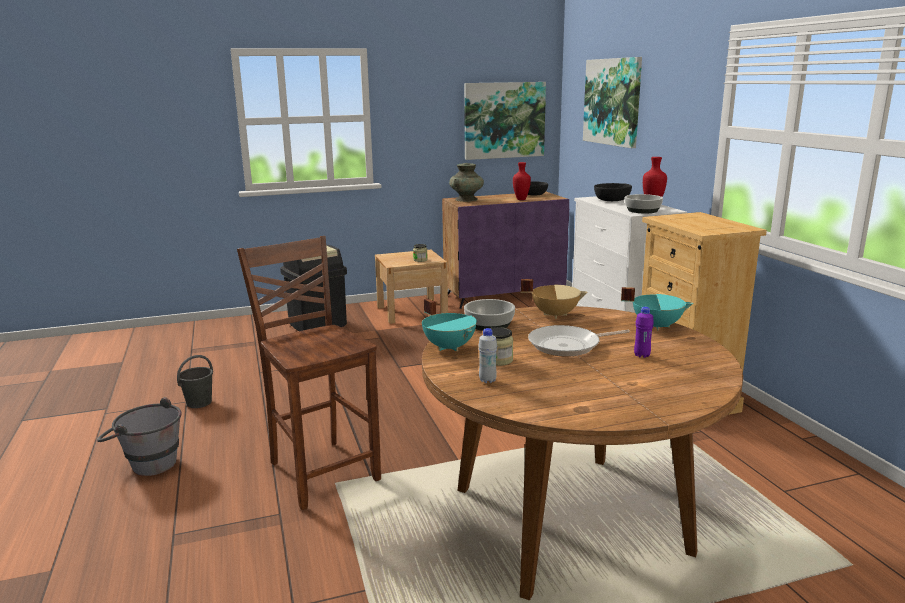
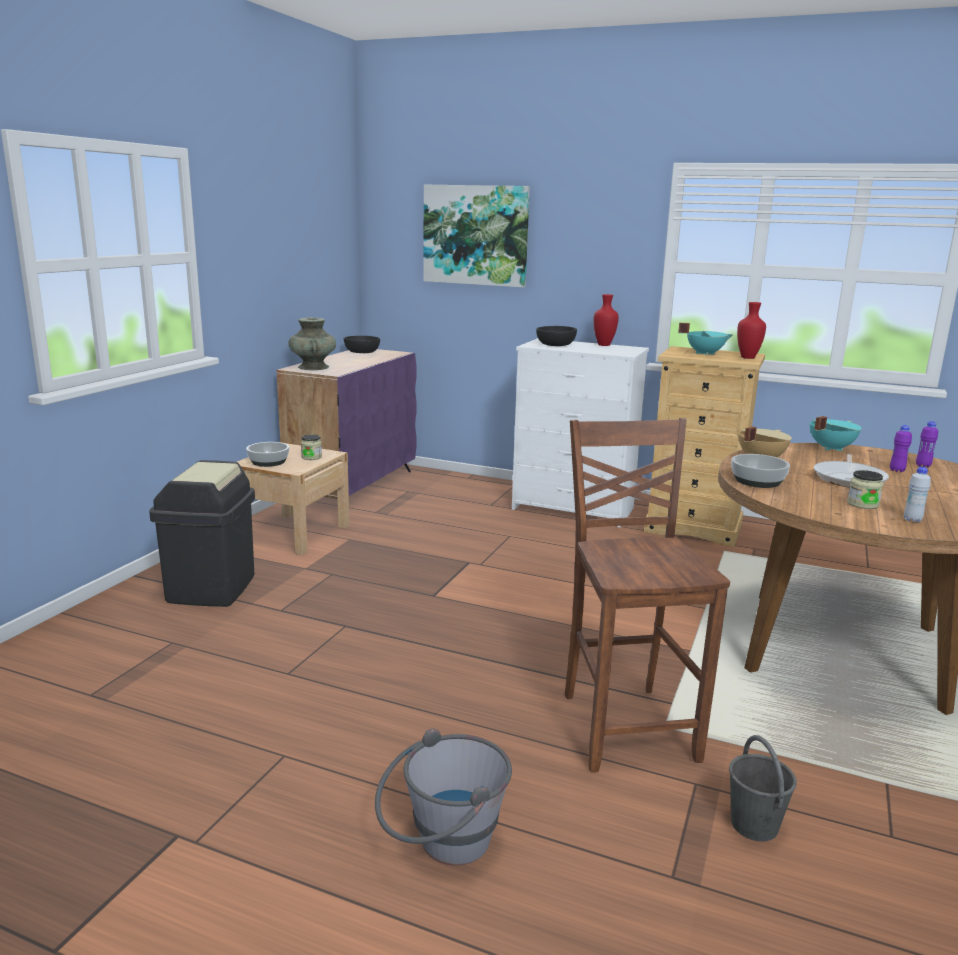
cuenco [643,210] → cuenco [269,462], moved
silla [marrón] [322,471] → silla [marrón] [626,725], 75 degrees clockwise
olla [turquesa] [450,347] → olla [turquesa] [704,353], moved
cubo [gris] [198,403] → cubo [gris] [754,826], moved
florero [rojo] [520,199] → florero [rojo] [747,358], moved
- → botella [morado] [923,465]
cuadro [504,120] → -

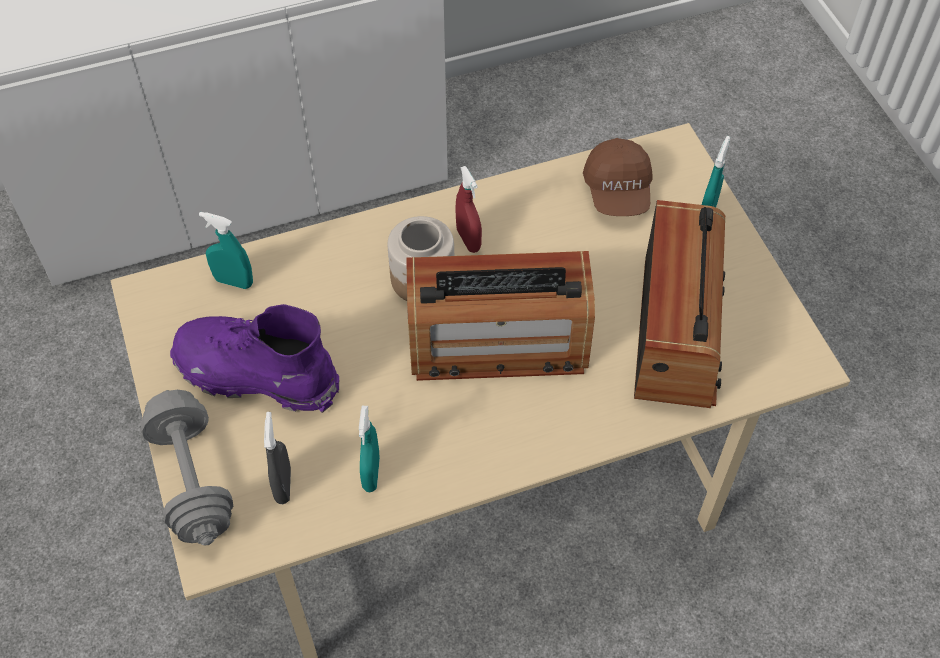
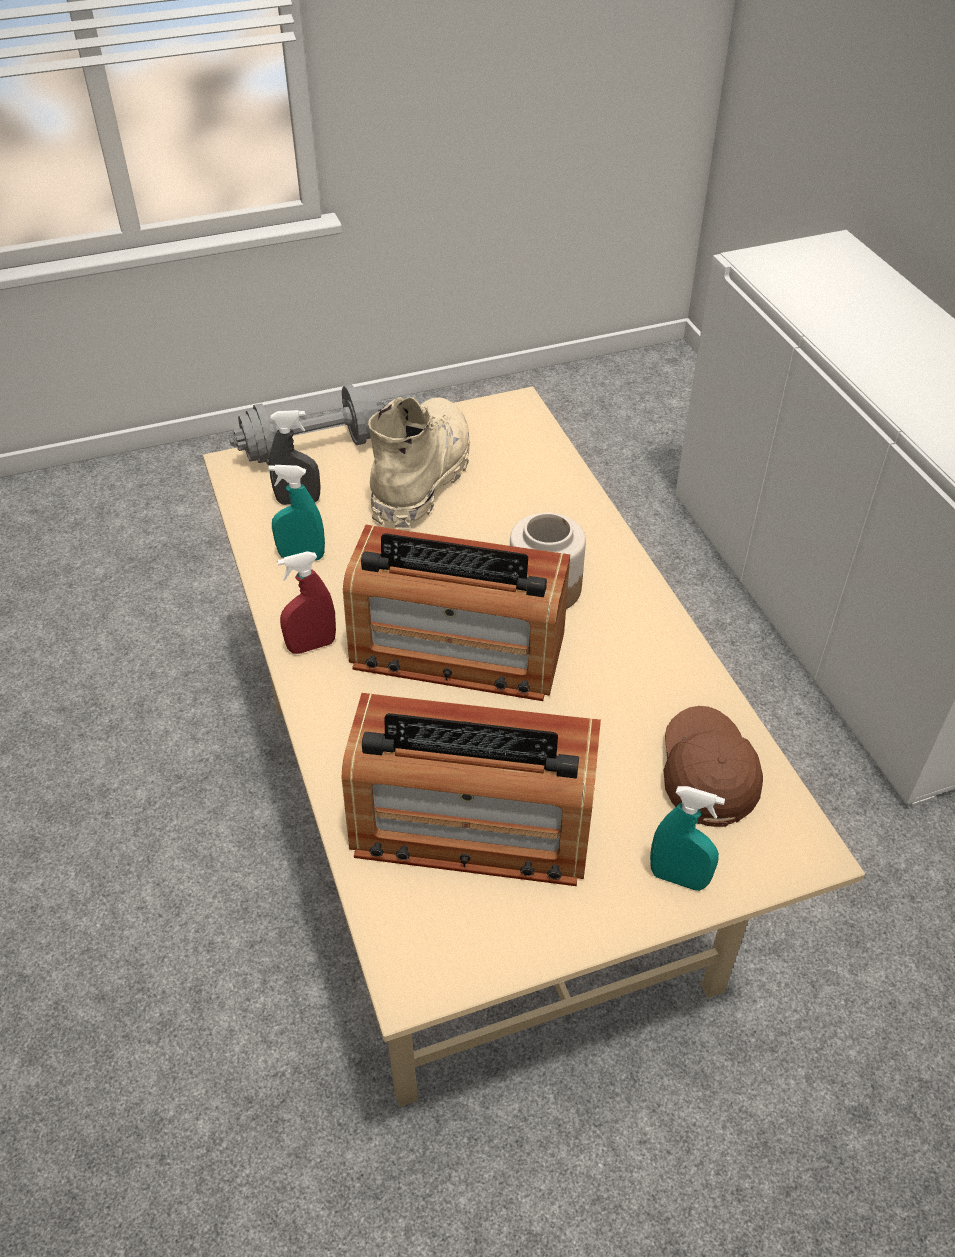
pulverizador [rojo] [468,240] → pulverizador [rojo] [311,645], moved
radio [497,342] → radio [457,650], 75 degrees counterclockwise
bota [morado] [257,375] → bota [beis] [422,478]
gorra [marrón] [618,191] → gorra [marrón] [706,775], 90 degrees clockwise
pulverizador [turquesa] [234,281] → -

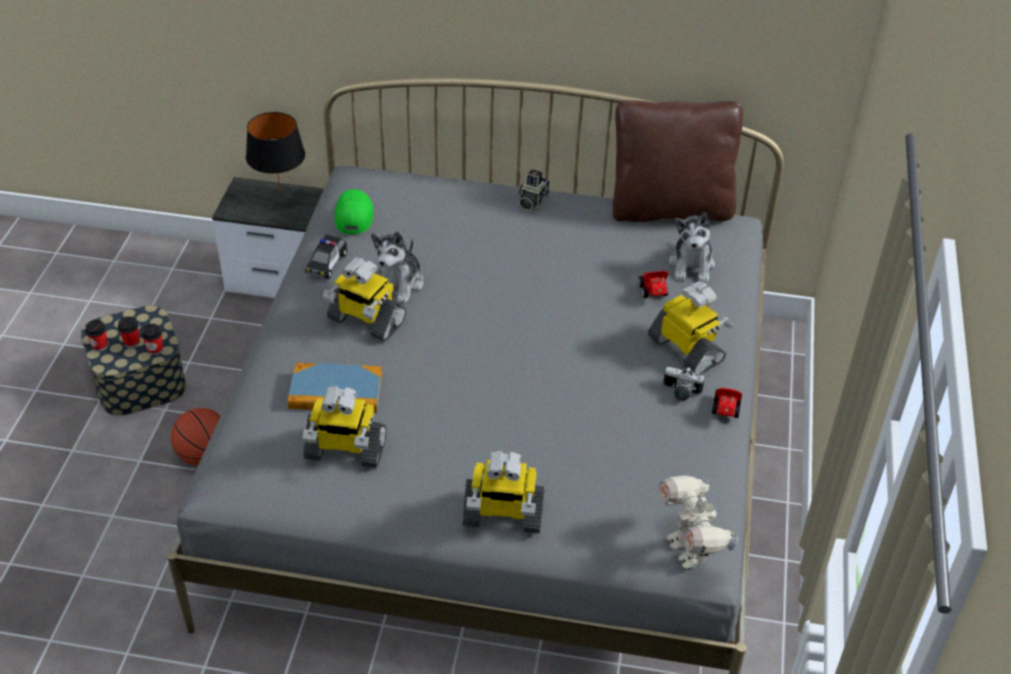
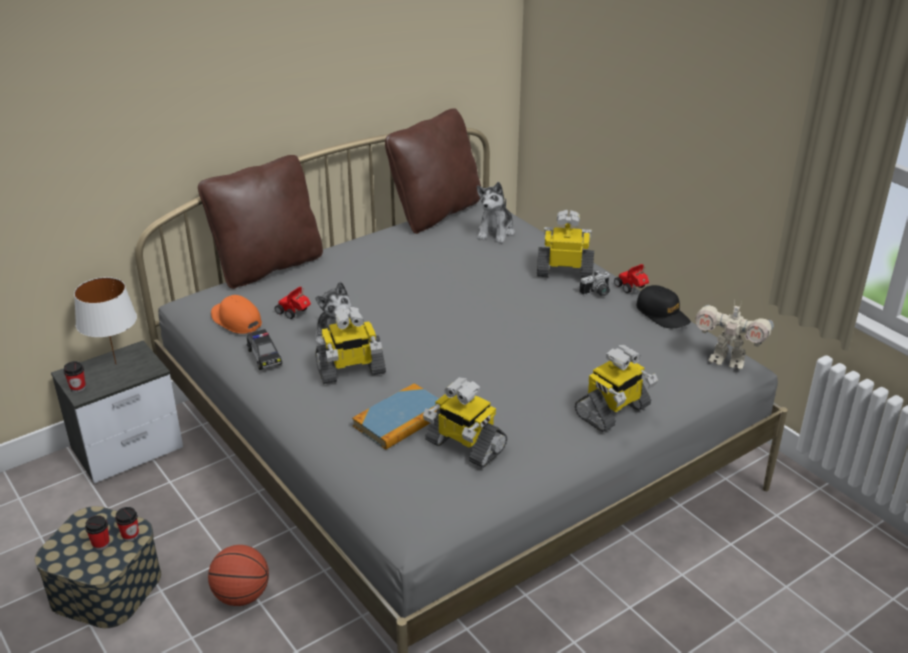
taza [100,346] → taza [78,388], moved
lámpara de mesa [negro] [280,197] → lámpara de mesa [blanco] [115,363]
- → cojín [marrón] [268,266]
gorra [verde] [354,215] → gorra [naranja] [236,320]
coche de juguete [653,294] → coche de juguete [295,313], moved
robot de juguete [344,450] → robot de juguete [464,445], 75 degrees clockwise
peluche [691,265] → peluche [496,232], 60 degrees clockwise
- → gorra [negro] [662,314]
cámara [531,200] → -

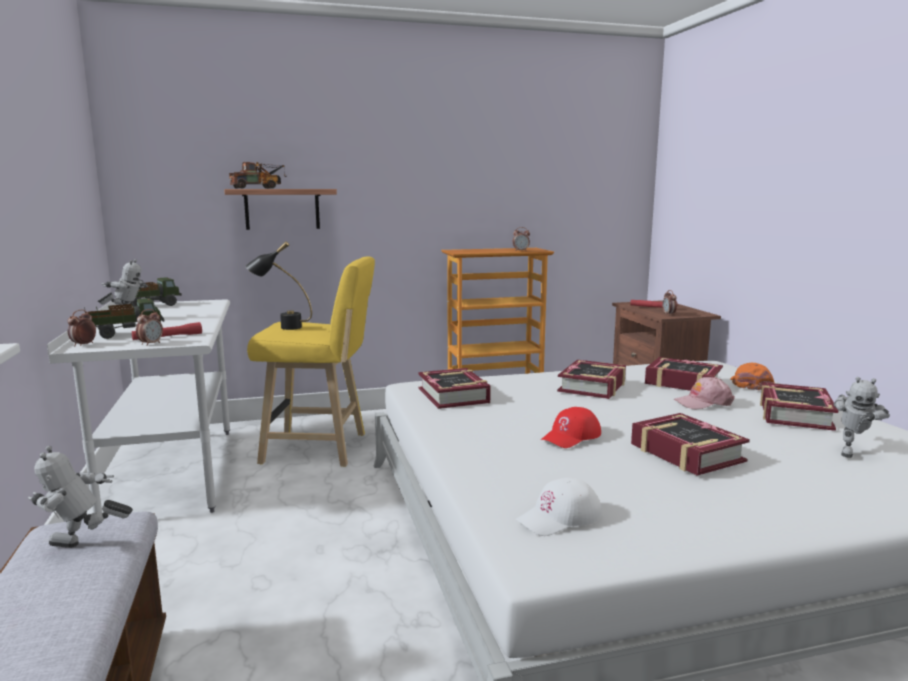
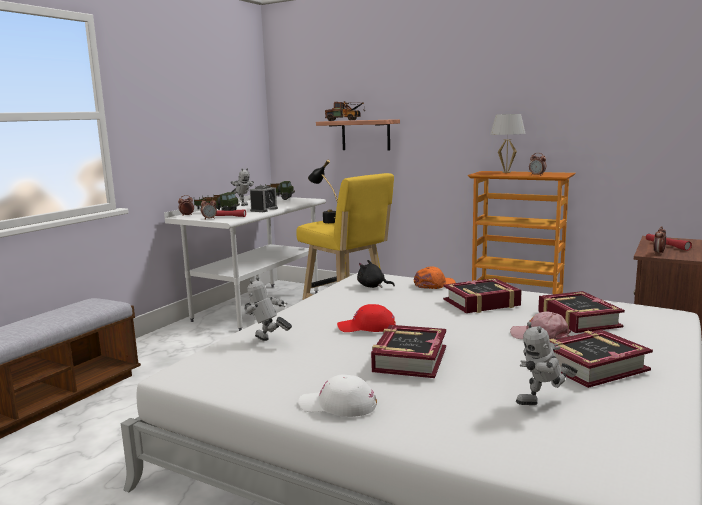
robot de juguete [83,547] → robot de juguete [268,342], moved
- → despertador [264,210]
gorra [blanco] [559,517] → gorra [blanco] [338,405], moved
libro [454,396] → peluche [negro] [372,286]
gorra [naranja] [750,384] → gorra [naranja] [434,285], moved
- → lámpara de mesa [blanco] [506,172]

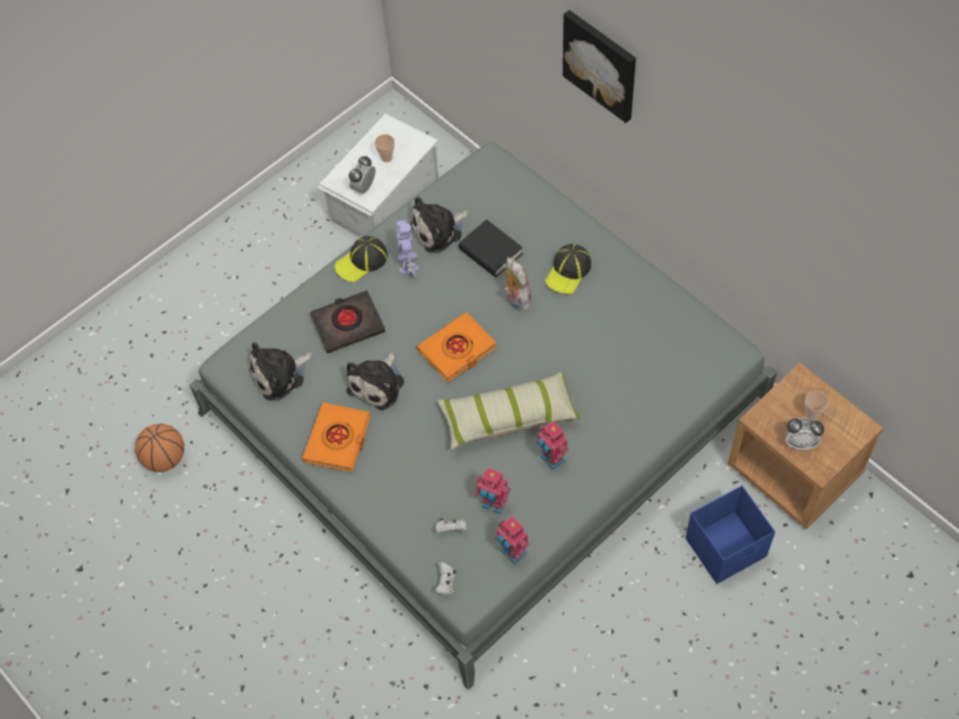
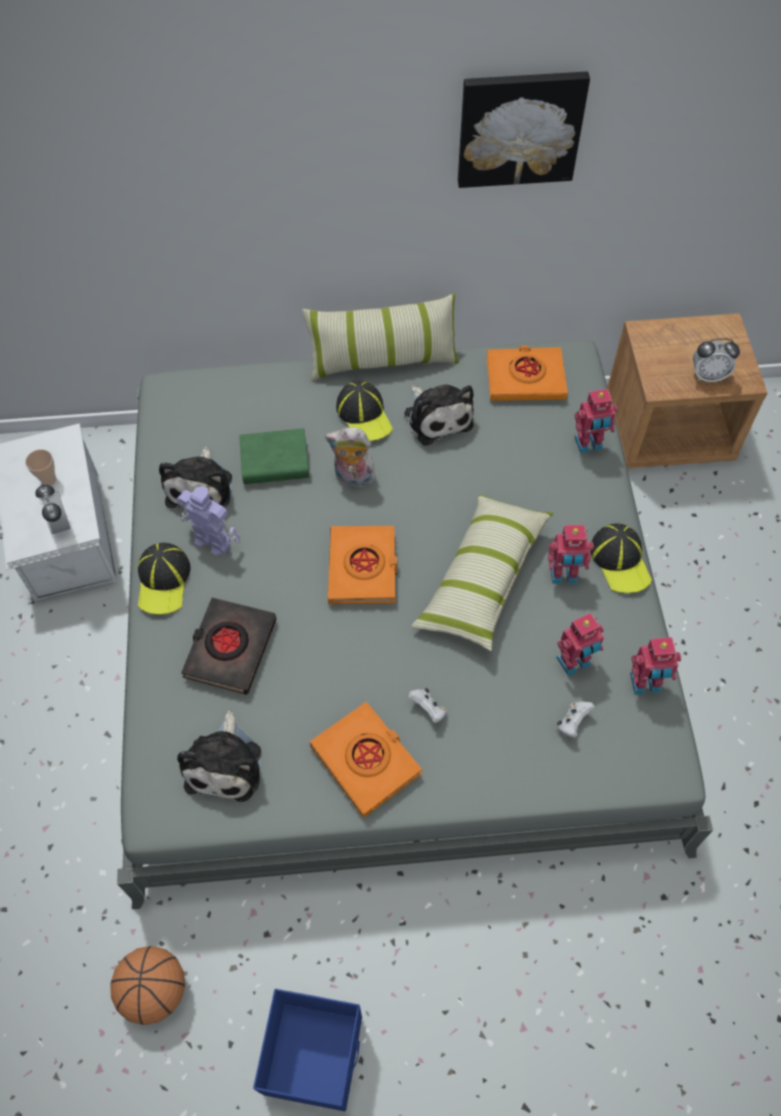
libro [negro] [490,252] → libro [verde] [275,461]
caja de almacenaje [azul] [727,547] → caja de almacenaje [azul] [315,1054], moved
- → cojín [382,360]
peluche [378,384] → peluche [437,417], moved
mando de consola [blanco] [446,583] → mando de consola [blanco] [428,709], moved
cuadro [601,64] → cuadro [519,127], moved
- → libro [naranja] [525,378]
- → robot de juguete [589,444]
- → gorra [620,561]
despertador [800,442] → despertador [708,376], 45 degrees clockwise
taza [812,414] → -

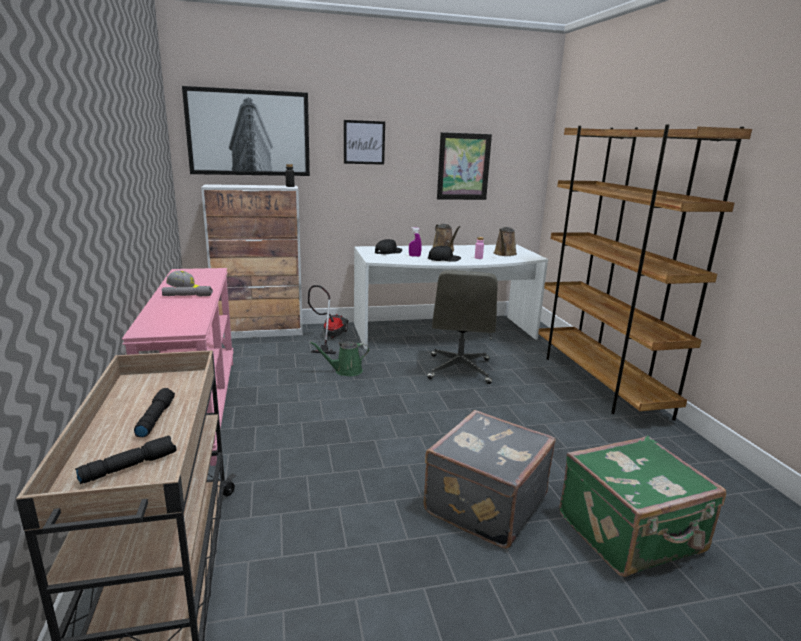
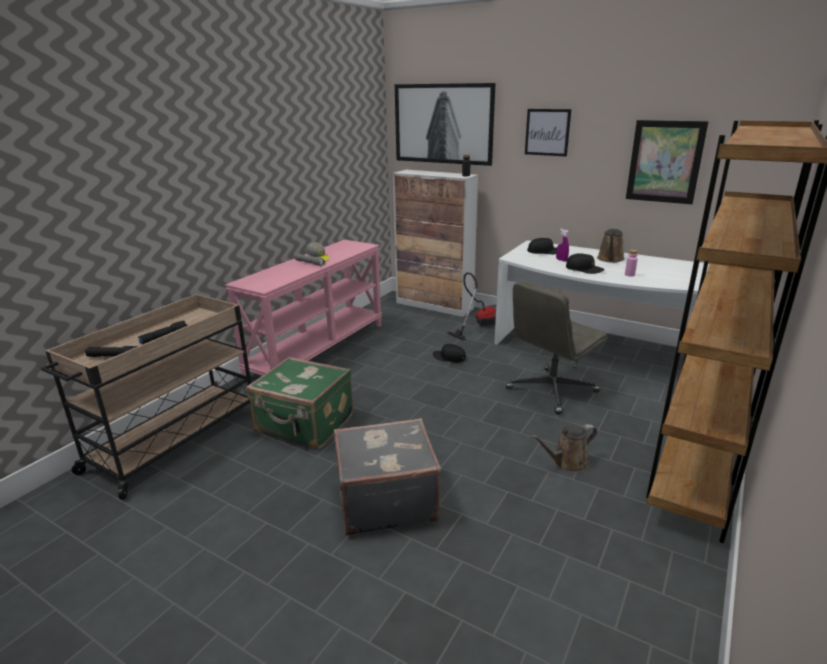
maleta [verde] [632,534] → maleta [verde] [305,425], moved
regadera [verde] [345,371] → gorra [negro] [449,357]
regadera [marrón] [504,254] → regadera [marrón] [567,462], moved

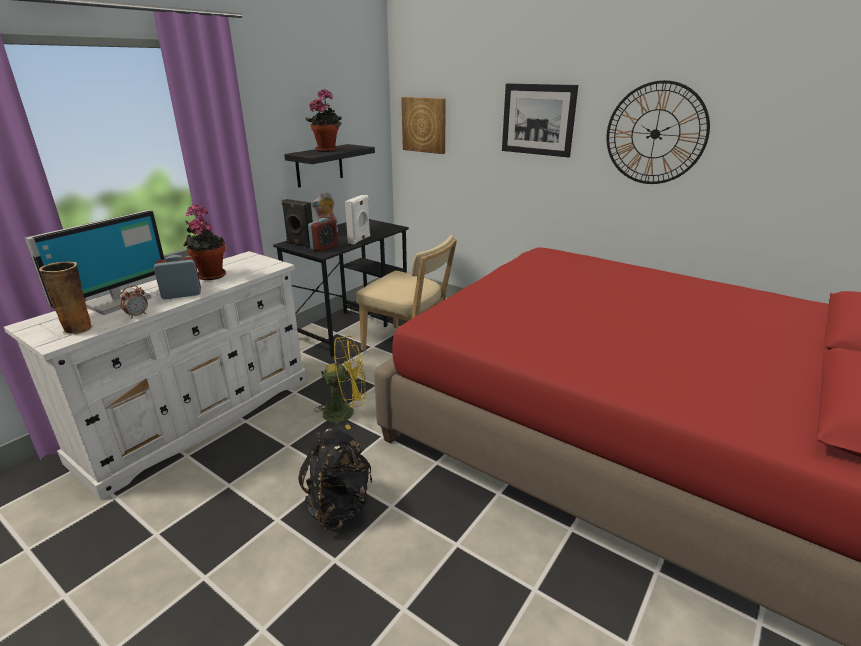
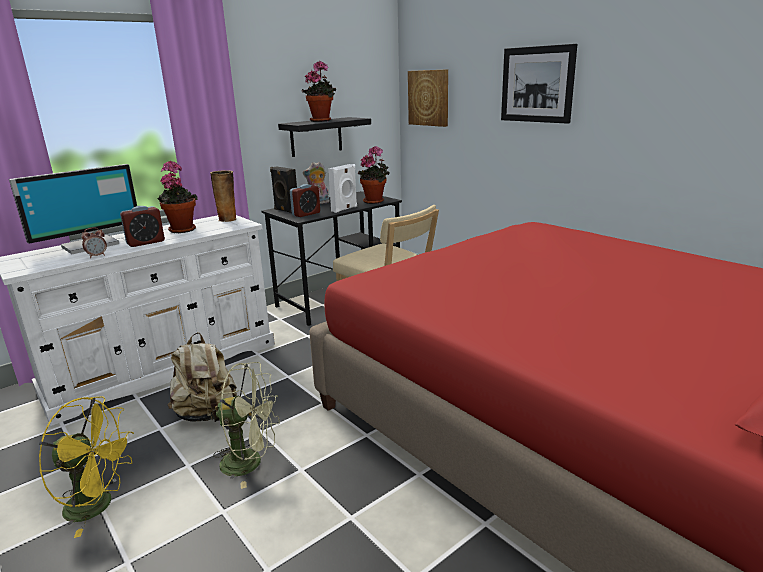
ventilador [amarillo] [346,412] → ventilador [amarillo] [99,505], moved
despertador [181,294] → despertador [146,242], 150 degrees clockwise
- → mochila [beis] [207,414]
florero [79,328] → florero [228,219], moved
mochila [negro] [339,506] → ventilador [verde] [251,462]
- → planta en maceta [375,201]
reloj de pared [655,134] → -

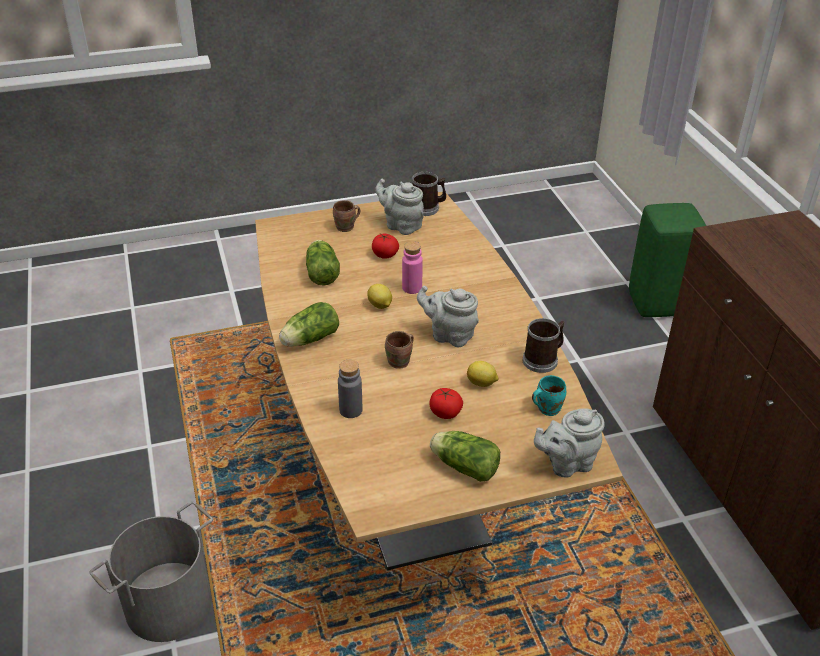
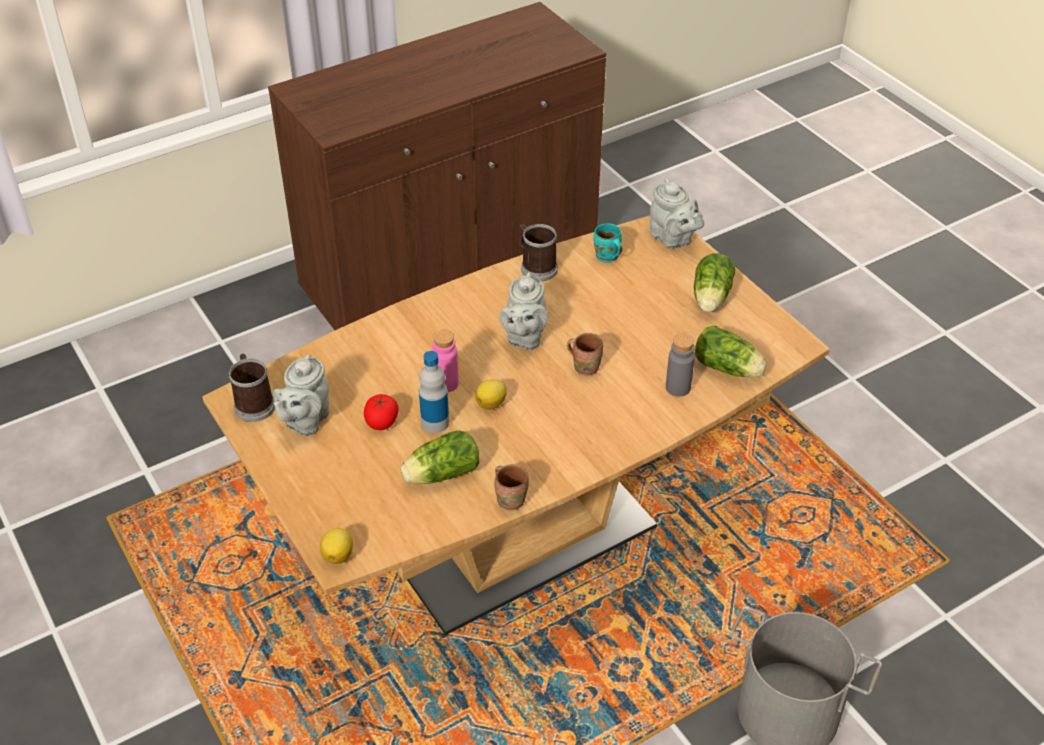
limón [482,383] → limón [338,555], moved
- → botella [435,422]
taza grande [marrón] [346,228] → taza grande [marrón] [511,499], moved
lechuga [308,339] → lechuga [729,369], moved
tomate [445,413] → -
taburete [verde] [657,303] → -

